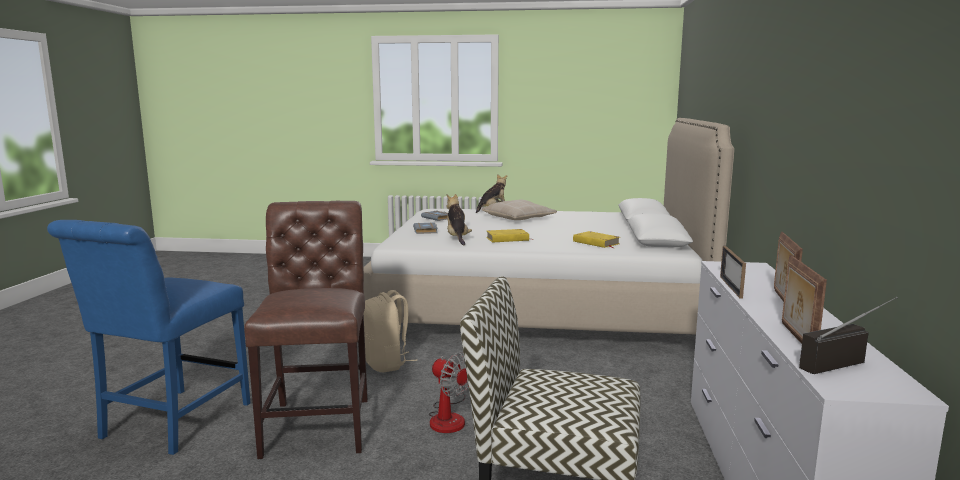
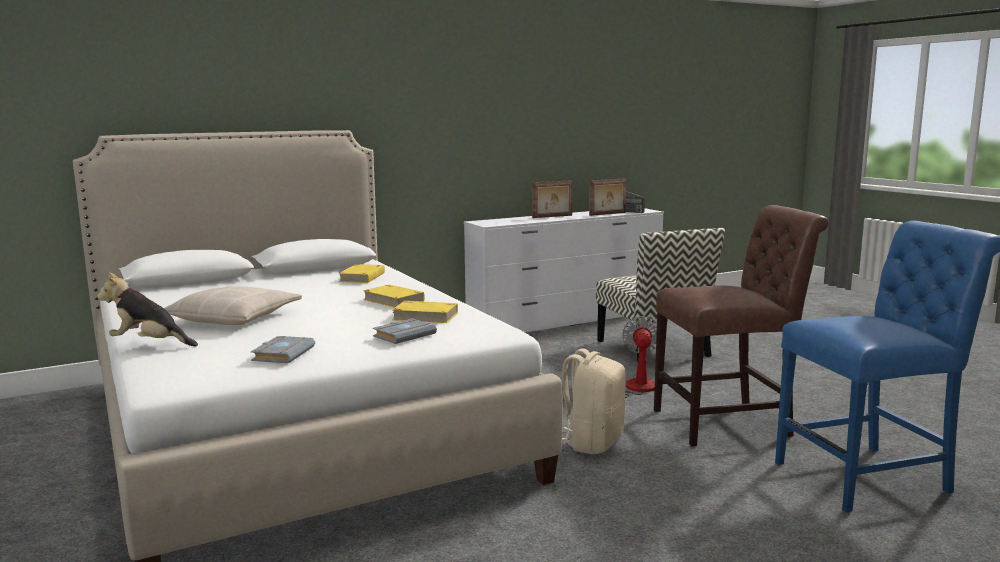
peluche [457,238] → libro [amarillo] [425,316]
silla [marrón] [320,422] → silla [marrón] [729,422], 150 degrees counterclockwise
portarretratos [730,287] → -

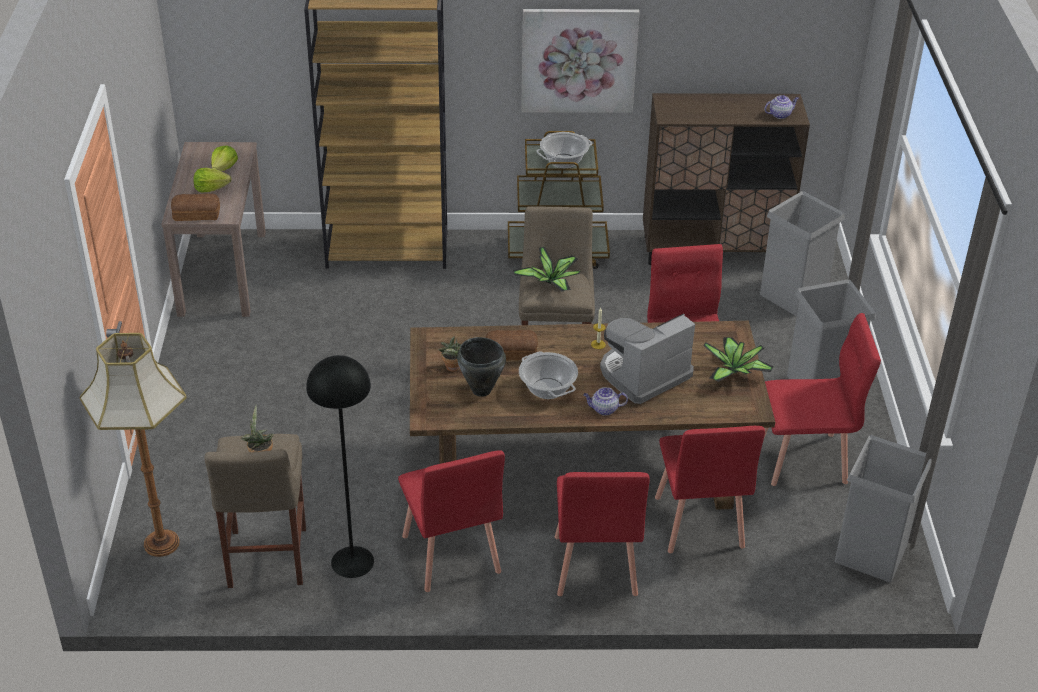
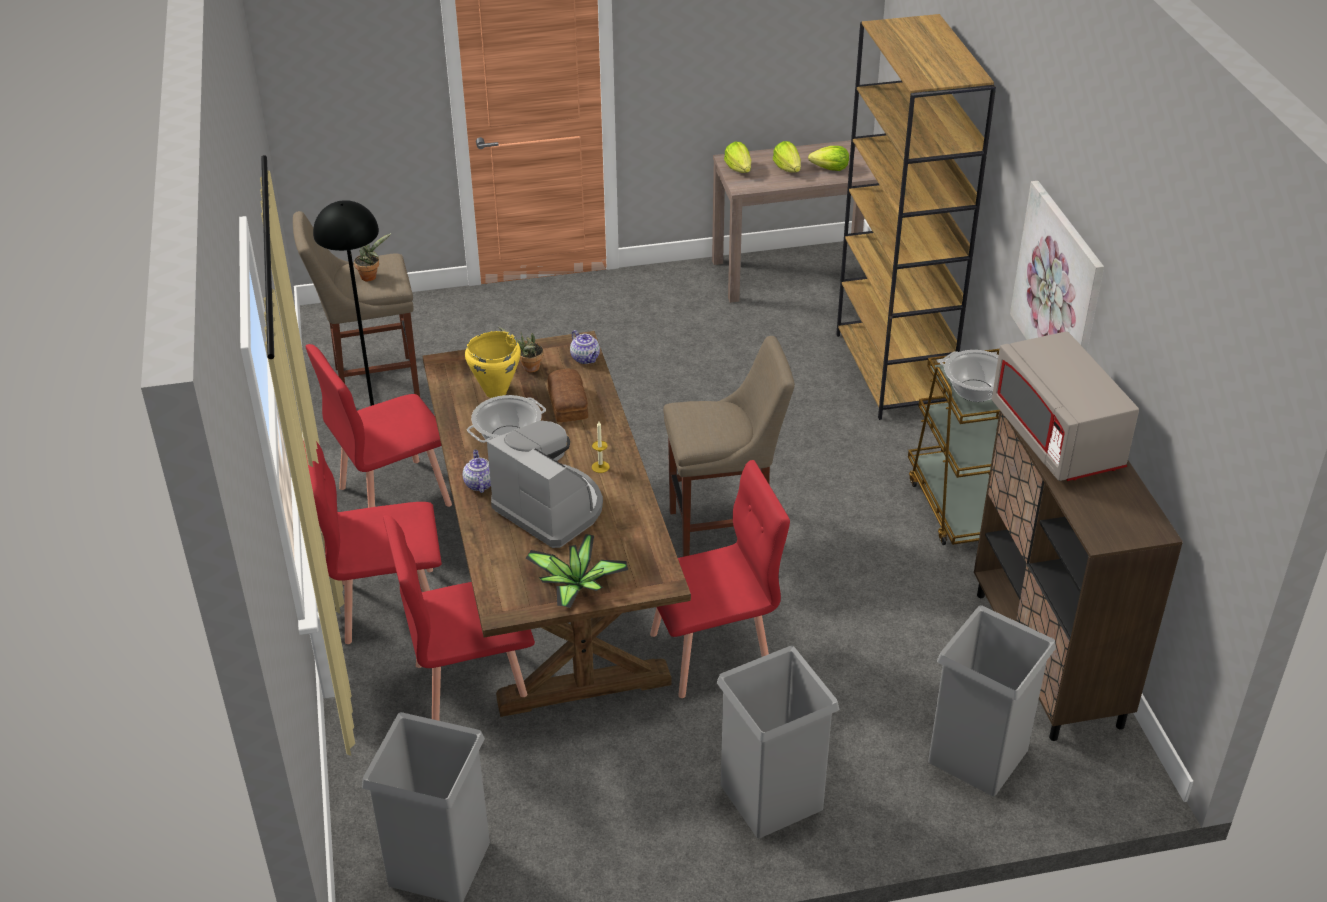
olla [negro] [481,390] → olla [amarillo] [495,392]
tetera [780,114] → tetera [586,358], moved
pan [196,213] → lechuga [739,169]
- → microondas [gris] [1056,439]
lámpara de pie [160,544] → -
planta en maceta [551,282] → -
silla [rojo] [804,459] → -

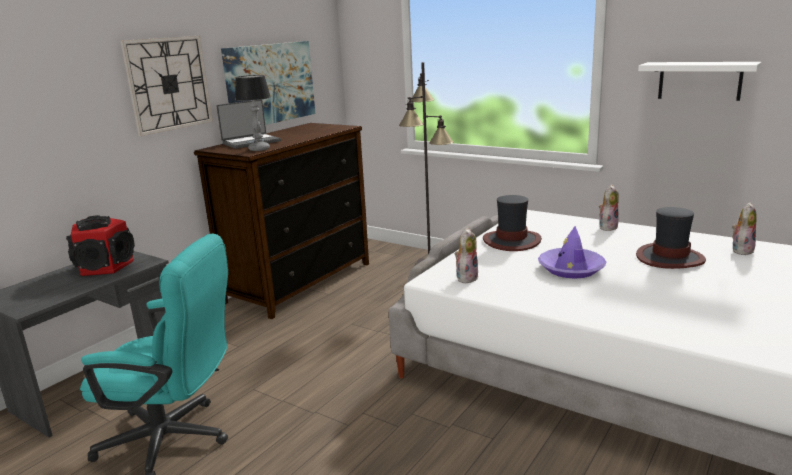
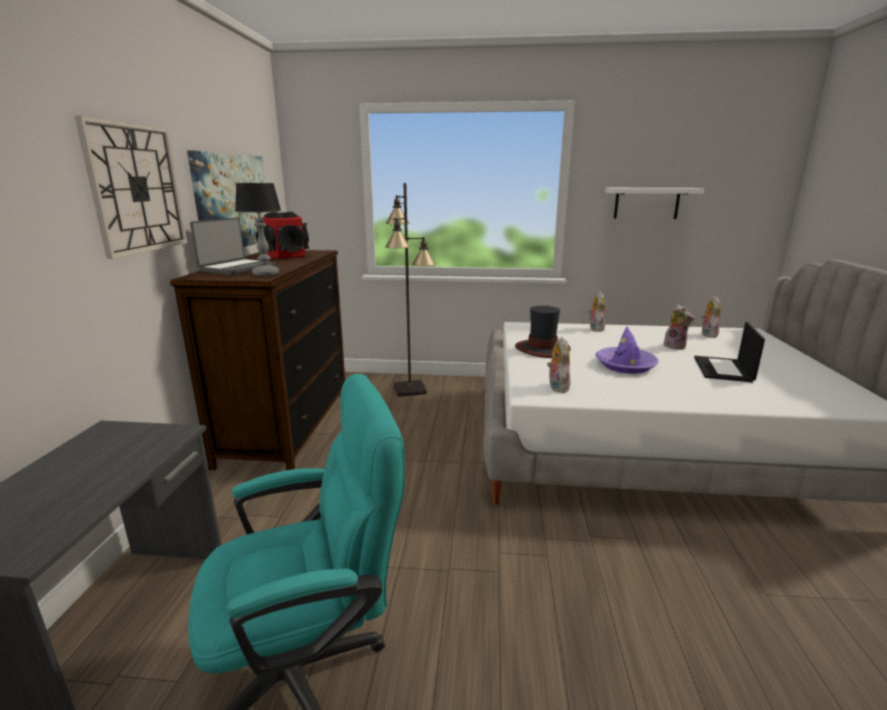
altavoz [106,266] → altavoz [286,255], moved
sombrero [669,258] → peluche [675,346]
- → portátil [724,369]

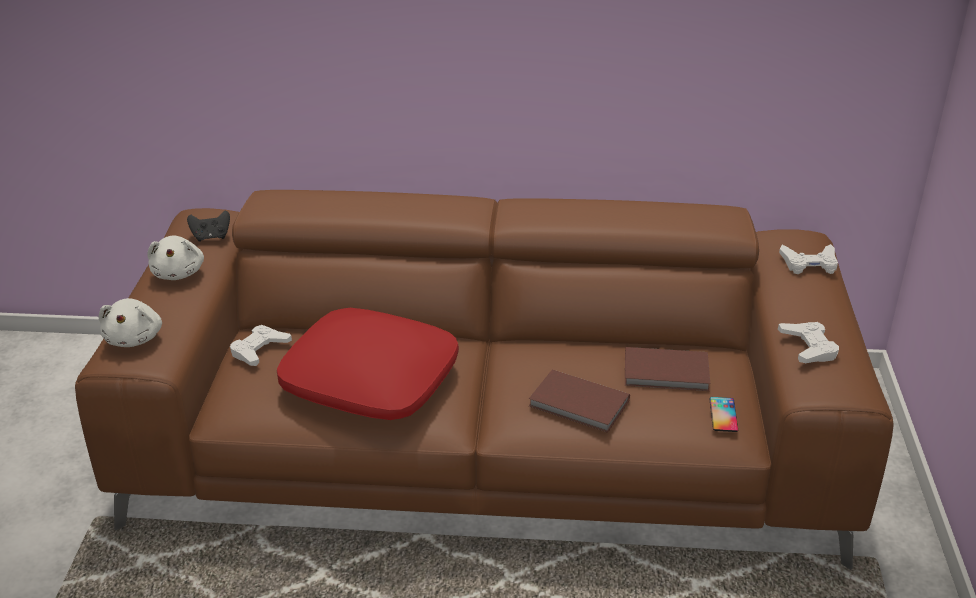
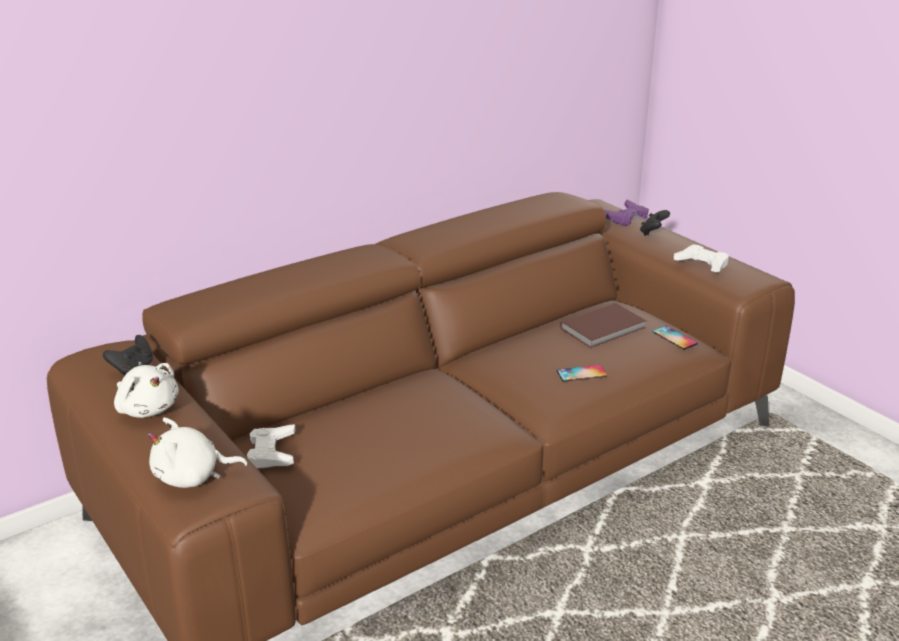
peluche [blanco] [135,338] → peluche [blanco] [192,477], 120 degrees clockwise
libro [marrón] [579,405] → móvil [581,373]
mando de consola [blanco] [809,264] → mando de consola [morado] [625,217]
- → mando de consola [negro] [653,233]
cojín [rojo] [371,379] → -

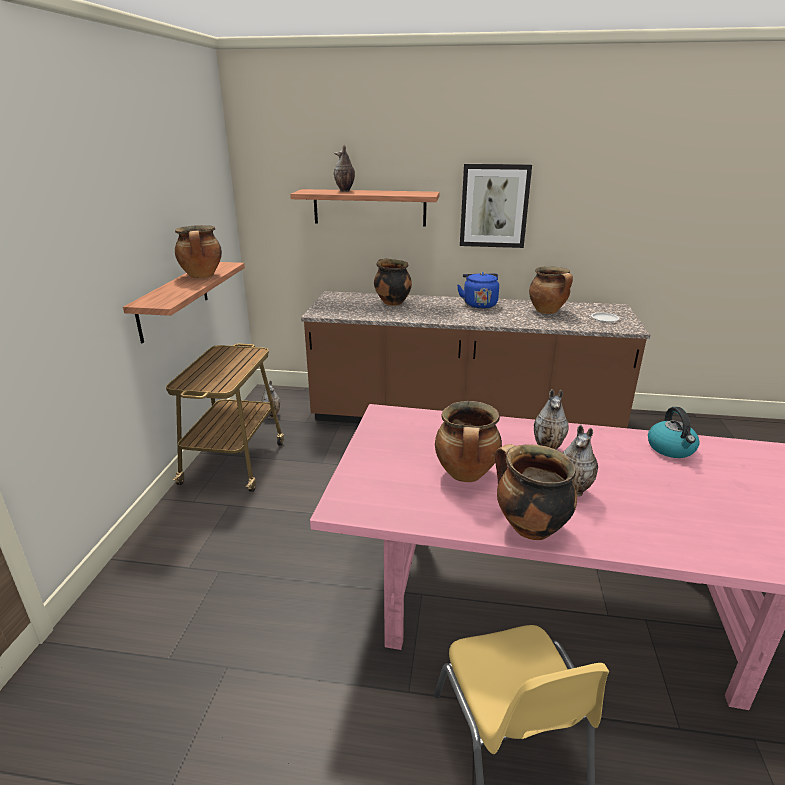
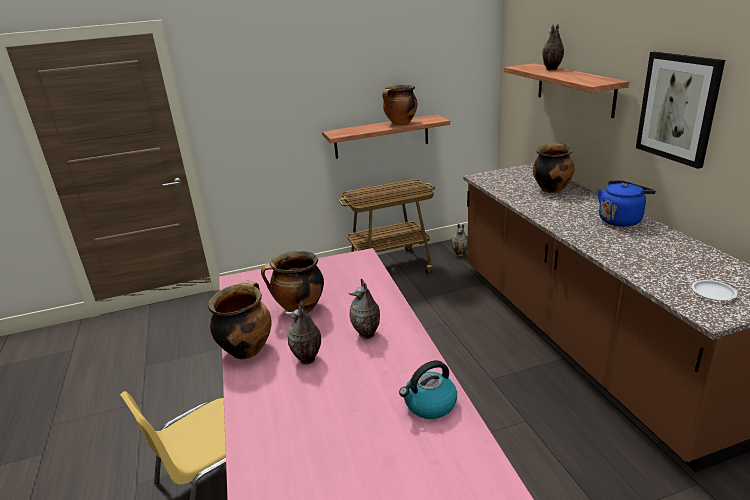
olla [548,311] → -

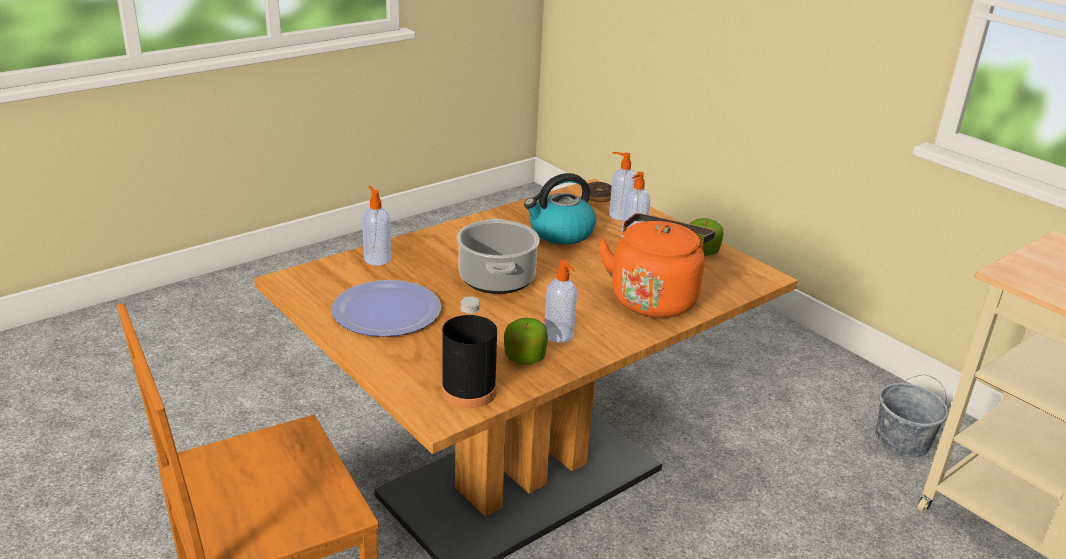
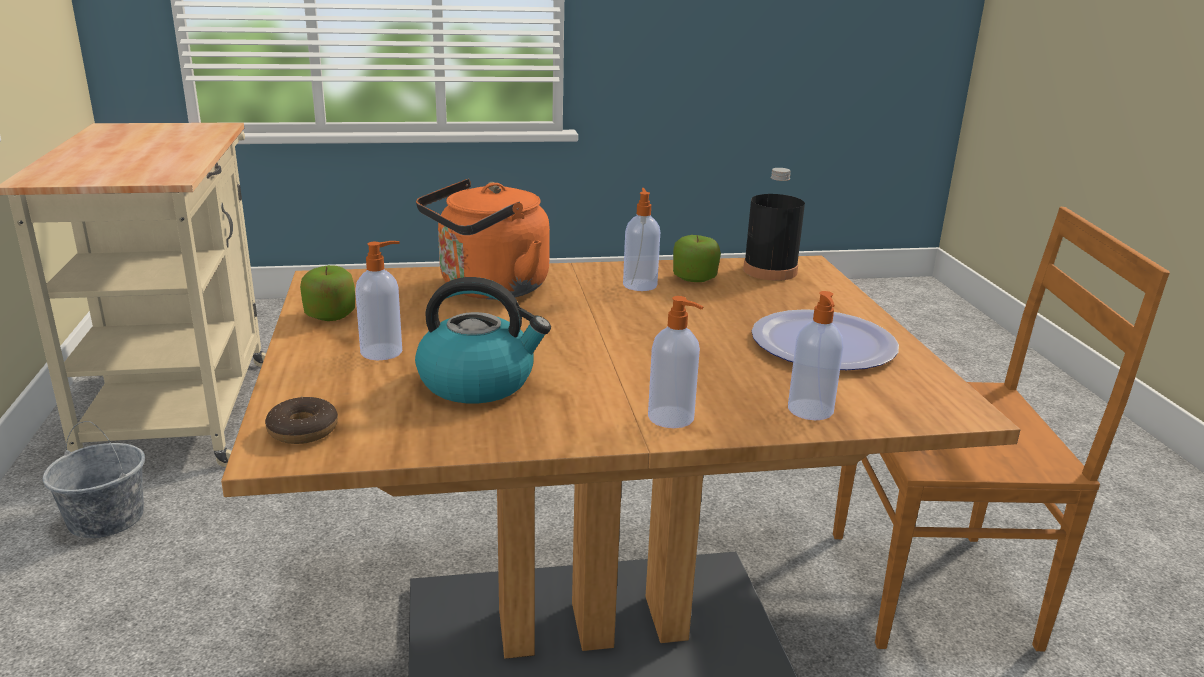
dispensador de jabón [619,215] → dispensador de jabón [672,418], moved
olla [497,279] → -

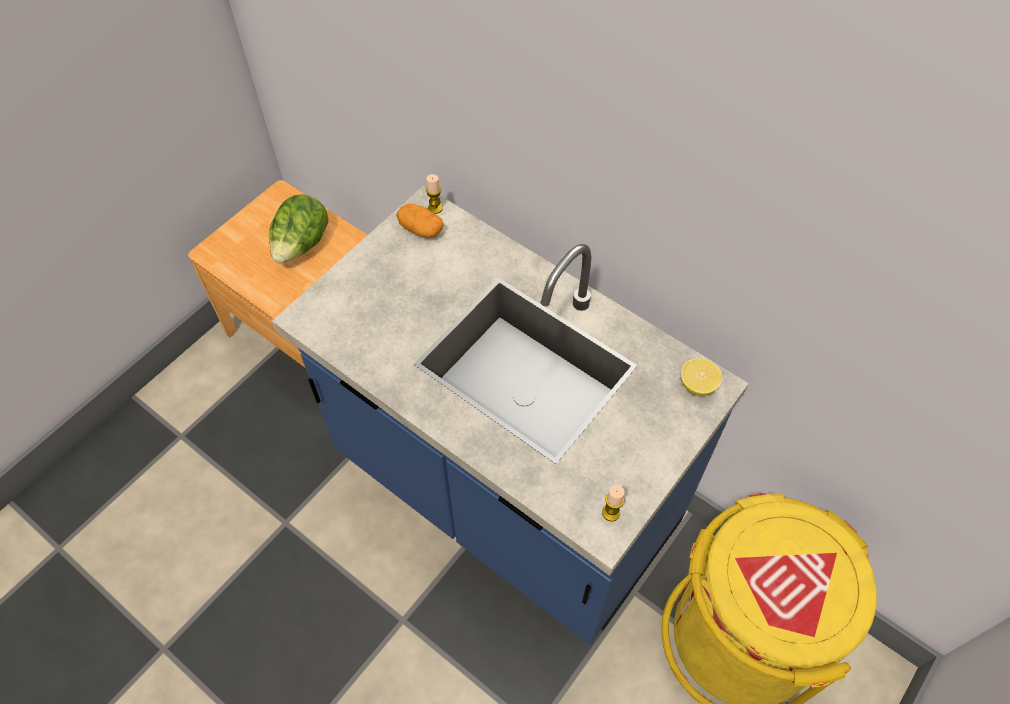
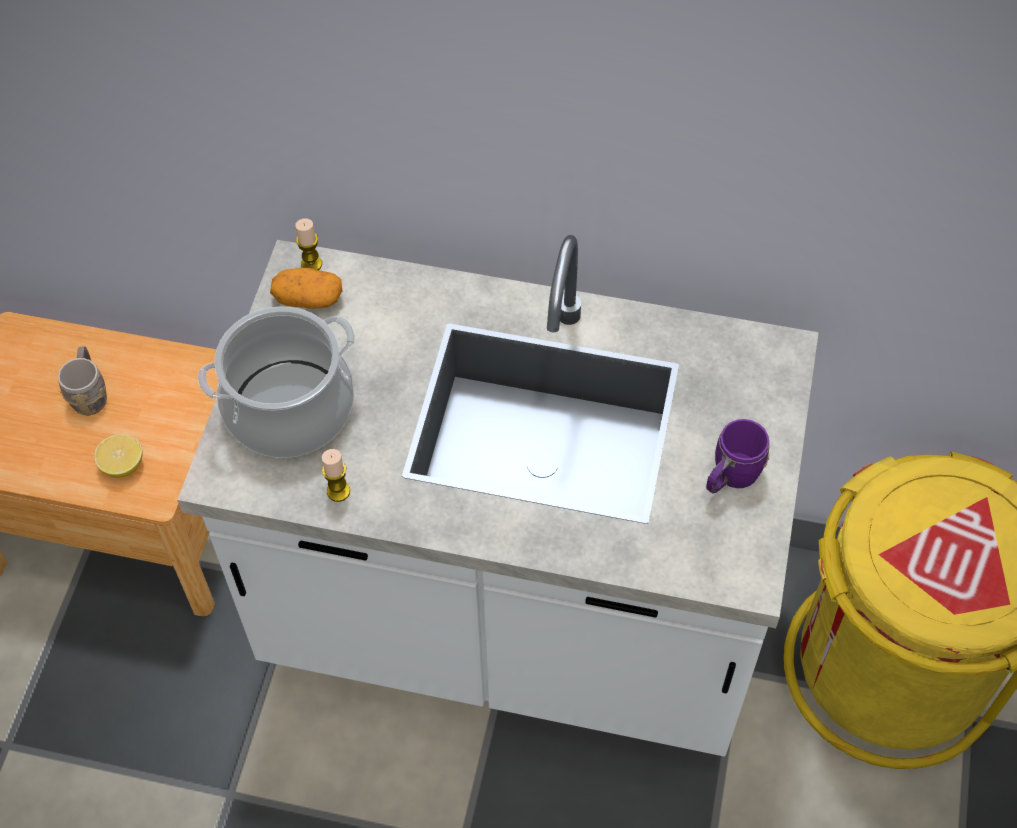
lechuga [302,245] → taza grande [gris] [90,393]
limón [697,385] → limón [123,465], moved
mueble bajo de cocina [azul] [505,494] → mueble bajo de cocina [blanco] [511,622]
- → olla [289,409]
vela [611,512] → vela [338,491], moved
- → taza grande [morado] [730,478]

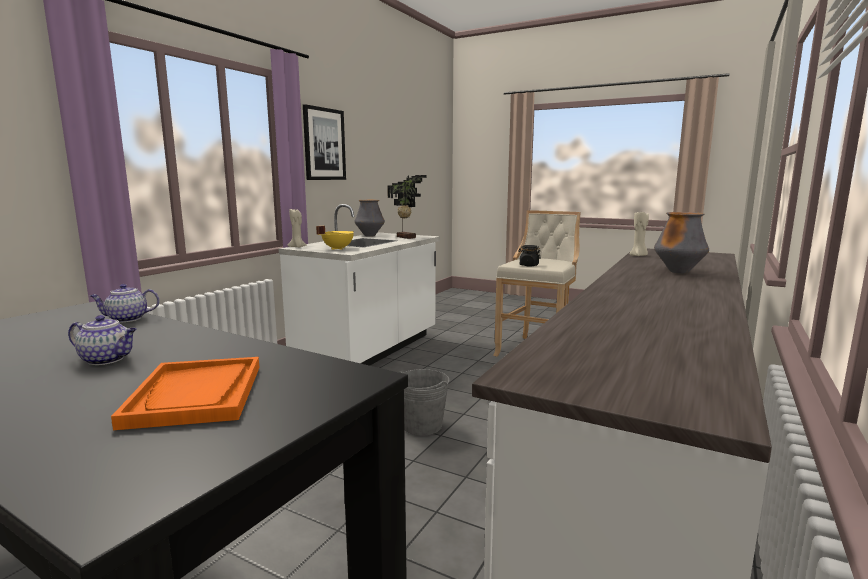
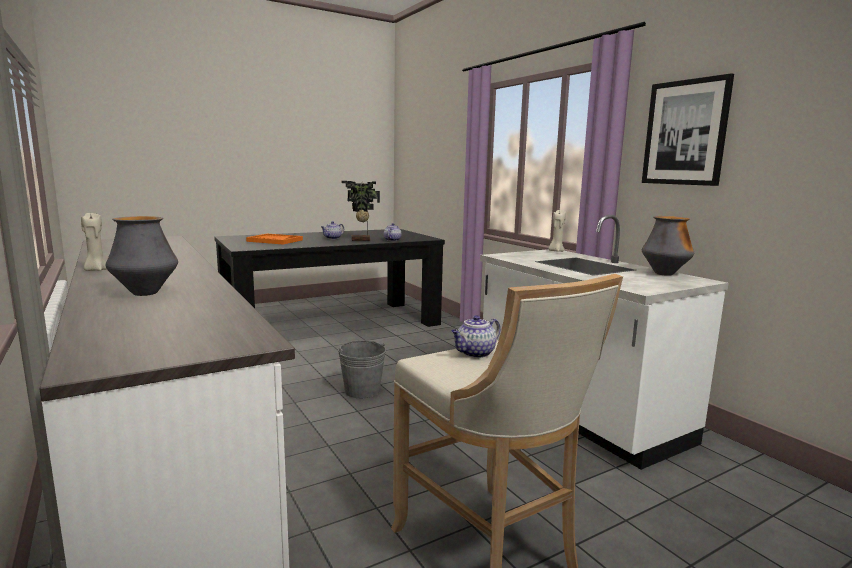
vela [beis] [638,256] → vela [beis] [96,270], moved
planta en maceta [407,237] → planta en maceta [361,240], moved
tarro [negro] [529,265] → tetera [475,353]
olla [amarillo] [337,248] → -

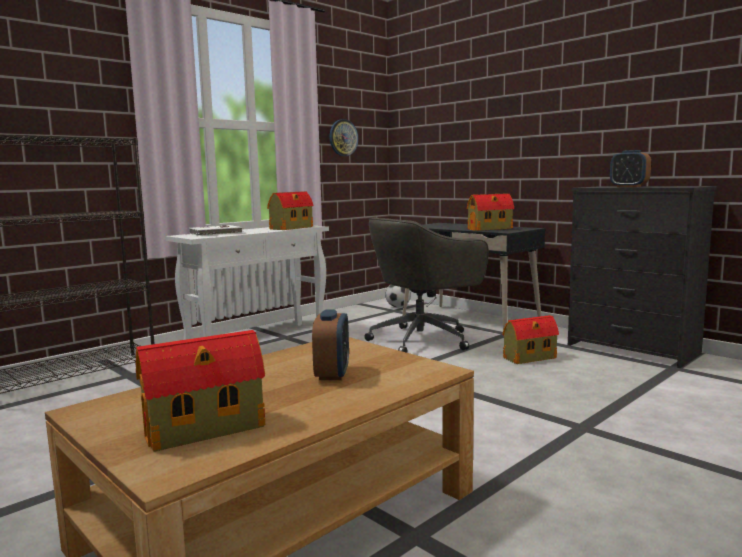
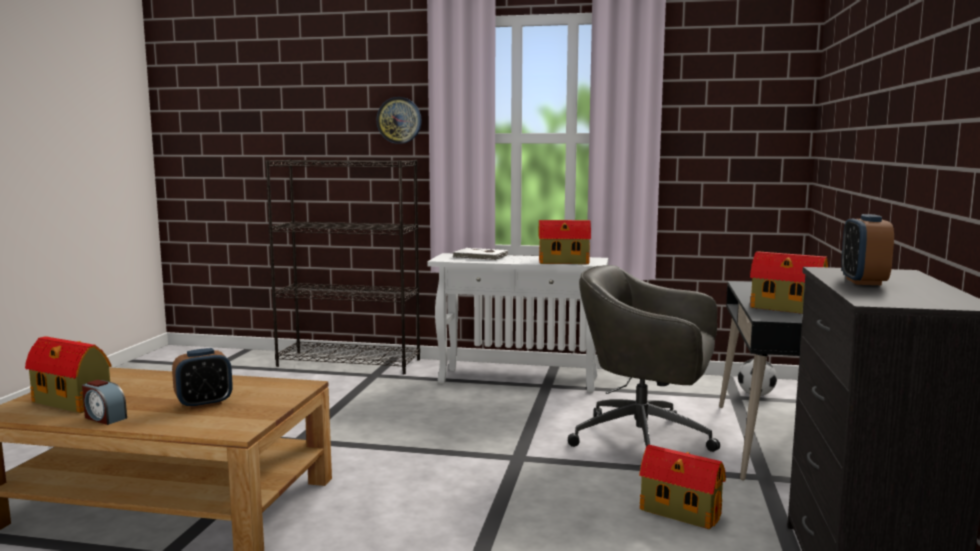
- → despertador [104,418]
reloj de pared [343,137] → reloj de pared [399,120], moved

